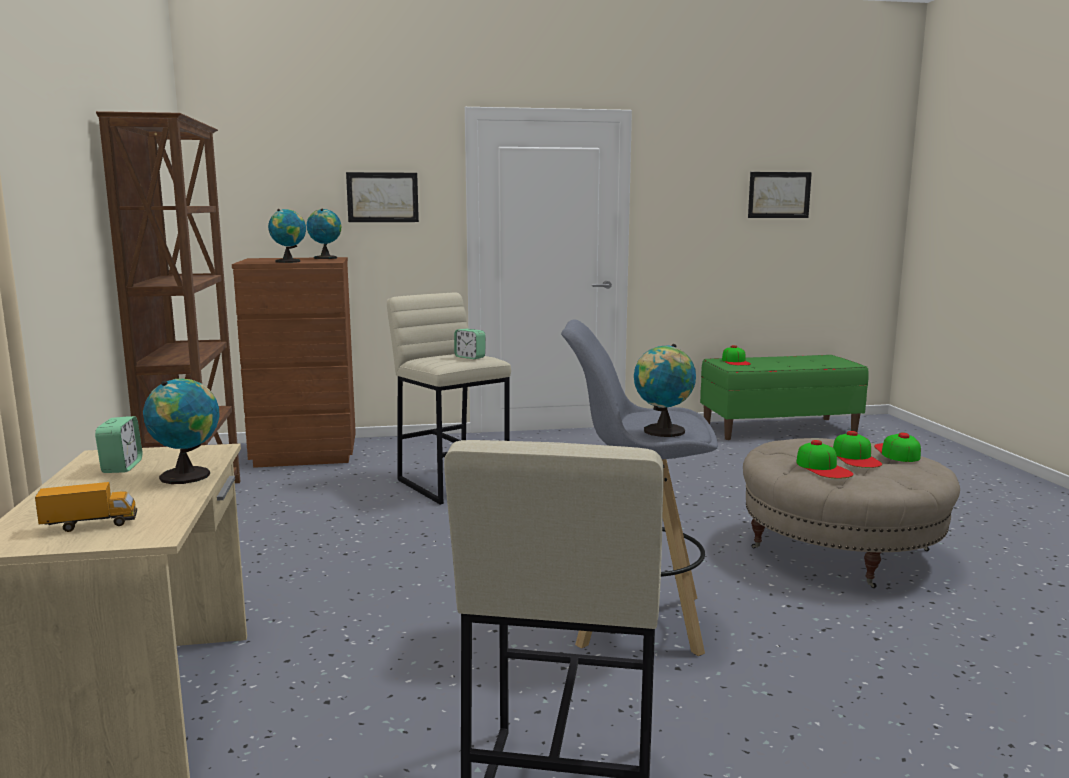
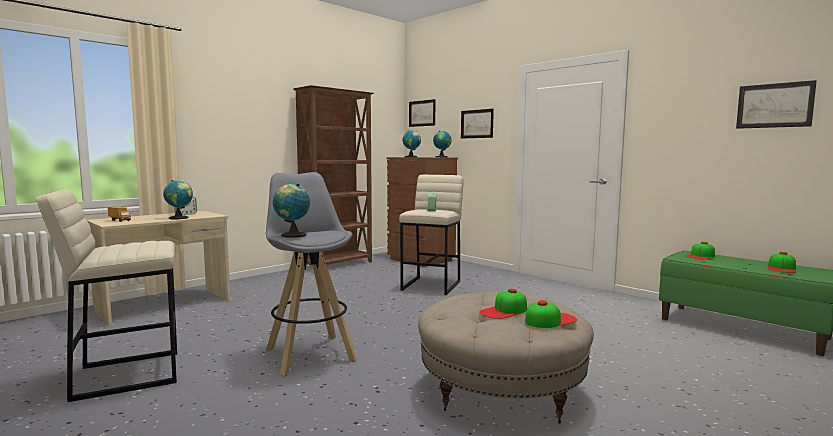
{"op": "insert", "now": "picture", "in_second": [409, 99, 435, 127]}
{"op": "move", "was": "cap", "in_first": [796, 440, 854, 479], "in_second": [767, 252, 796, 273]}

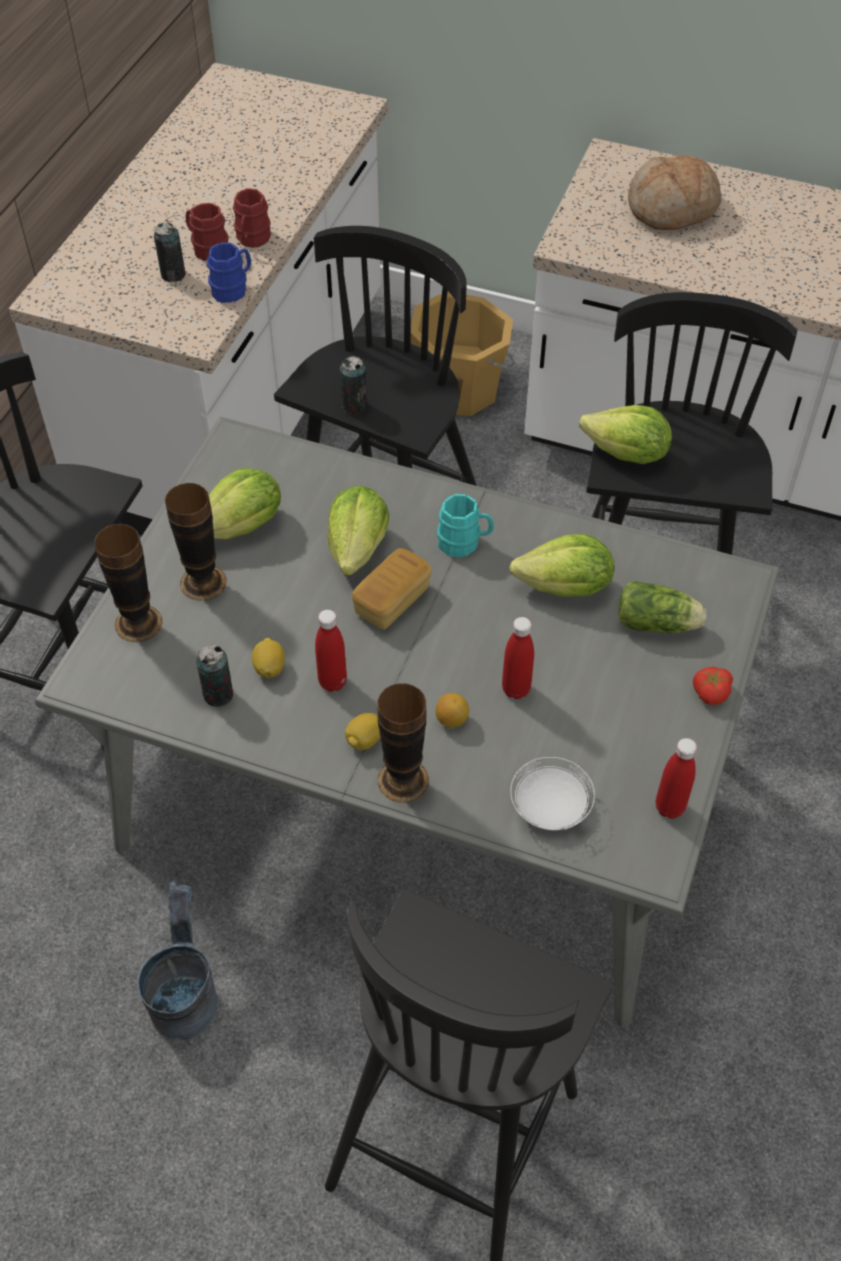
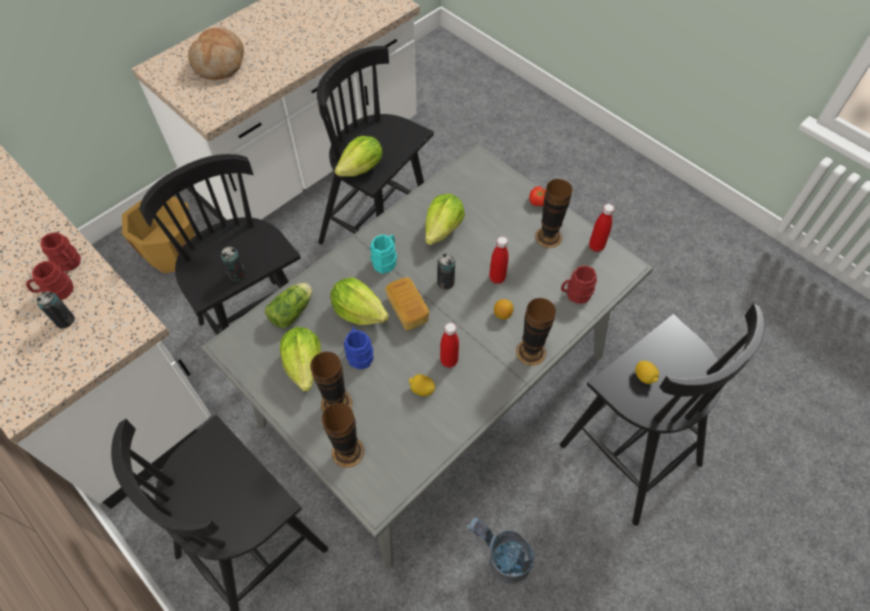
{"op": "insert", "now": "vase", "in_second": [535, 179, 573, 248]}
{"op": "move", "was": "can", "in_first": [196, 645, 233, 707], "in_second": [437, 254, 455, 290]}
{"op": "move", "was": "mug/blue", "in_first": [207, 242, 251, 303], "in_second": [344, 327, 374, 369]}
{"op": "move", "was": "lemon", "in_first": [345, 713, 380, 750], "in_second": [635, 361, 659, 384]}
{"op": "move", "was": "lettuce", "in_first": [619, 581, 707, 633], "in_second": [265, 283, 312, 328]}
{"op": "replace", "was": "plate/white", "now": "mug/red", "in_first": [510, 757, 595, 830], "in_second": [561, 265, 597, 304]}

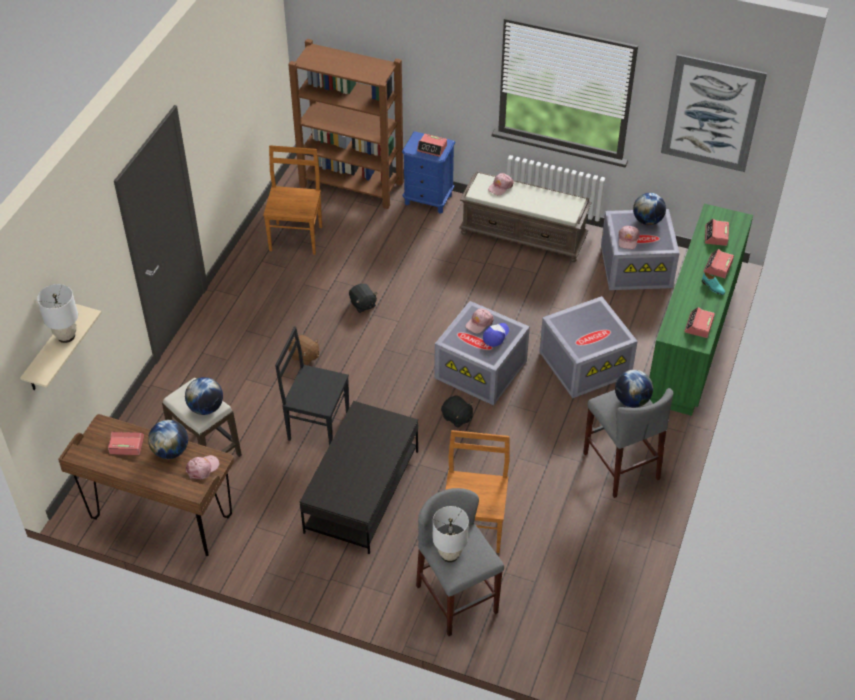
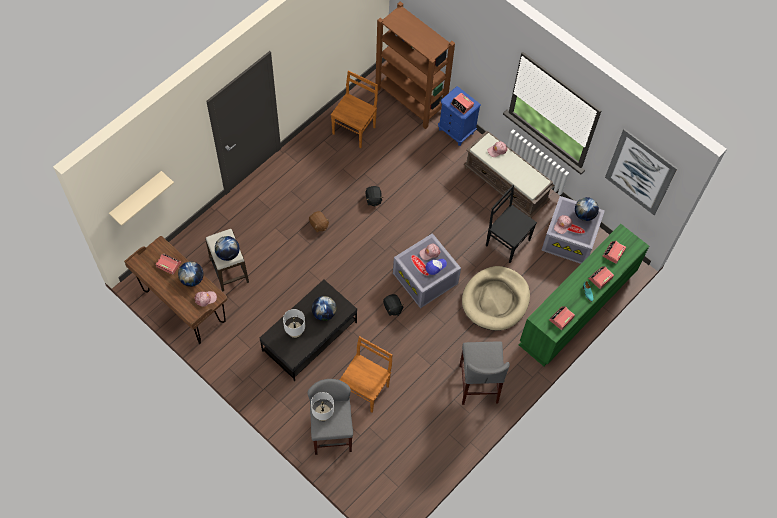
{"op": "move", "was": "table lamp/white", "in_first": [37, 284, 78, 343], "in_second": [283, 309, 305, 338]}
{"op": "move", "was": "chair/black", "in_first": [275, 326, 349, 446], "in_second": [486, 185, 537, 263]}
{"op": "move", "was": "globe", "in_first": [615, 370, 653, 407], "in_second": [312, 296, 337, 321]}
{"op": "replace", "was": "storage box/grey", "now": "dog bed/beige", "in_first": [539, 296, 638, 398], "in_second": [462, 266, 530, 331]}

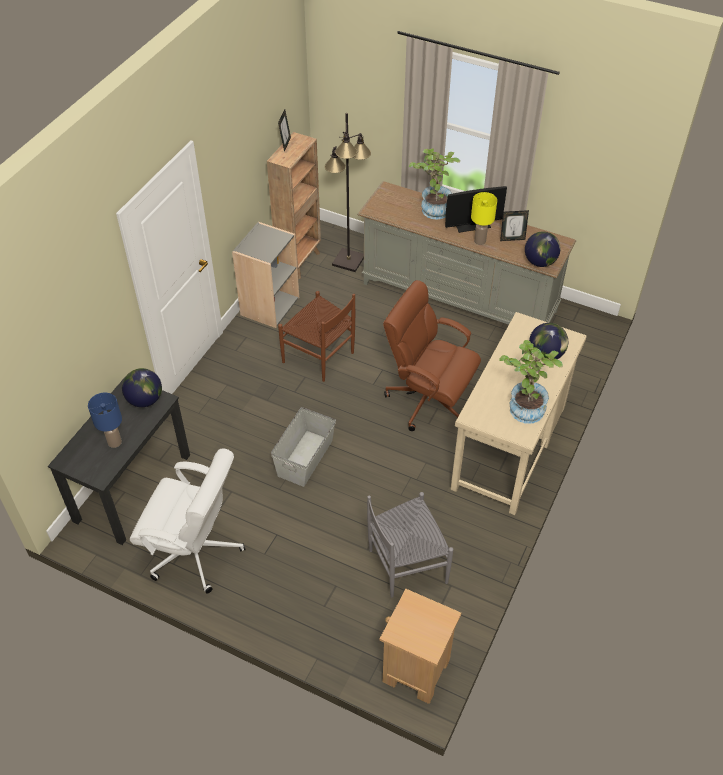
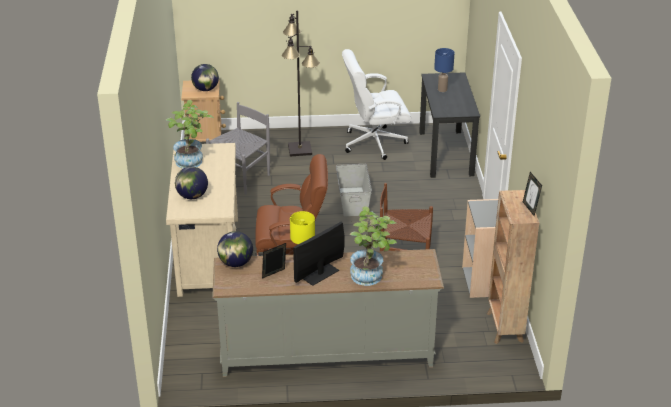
{"op": "move", "was": "globe", "in_first": [122, 368, 162, 407], "in_second": [191, 64, 219, 91]}
{"op": "move", "was": "floor lamp/black", "in_first": [325, 113, 371, 272], "in_second": [282, 10, 320, 156]}

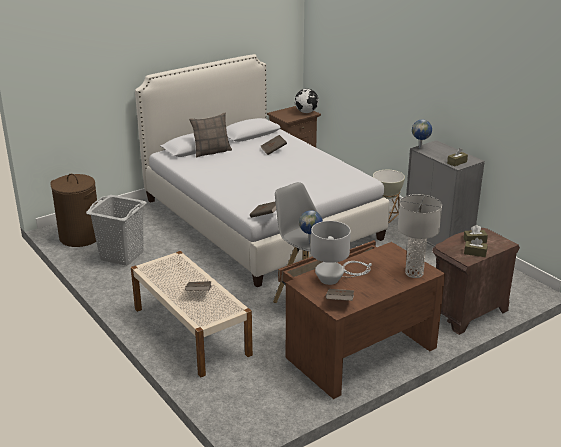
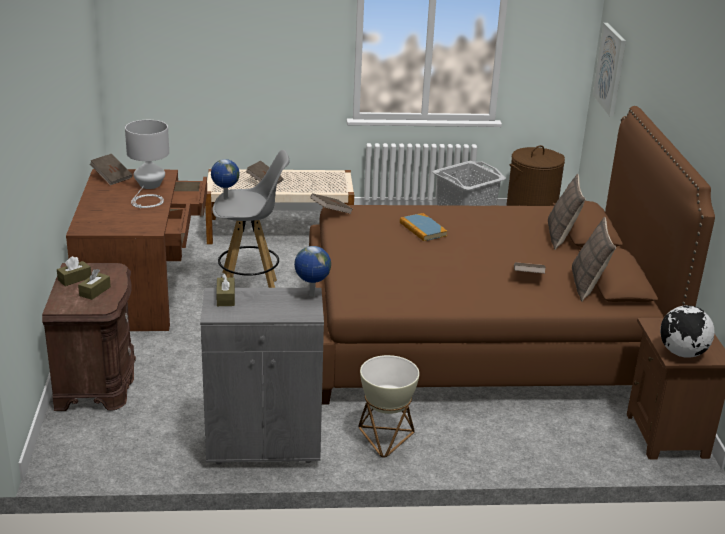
{"op": "delete", "was": "table lamp/white", "in_first": [398, 194, 442, 278]}
{"op": "insert", "now": "book", "in_second": [400, 213, 448, 241]}
{"op": "insert", "now": "pillow", "in_second": [572, 217, 616, 301]}
{"op": "insert", "now": "picture", "in_second": [592, 23, 626, 116]}
{"op": "recolor", "was": "bed/white", "now": "bed/brown", "in_first": [135, 54, 390, 287], "in_second": [309, 106, 715, 405]}

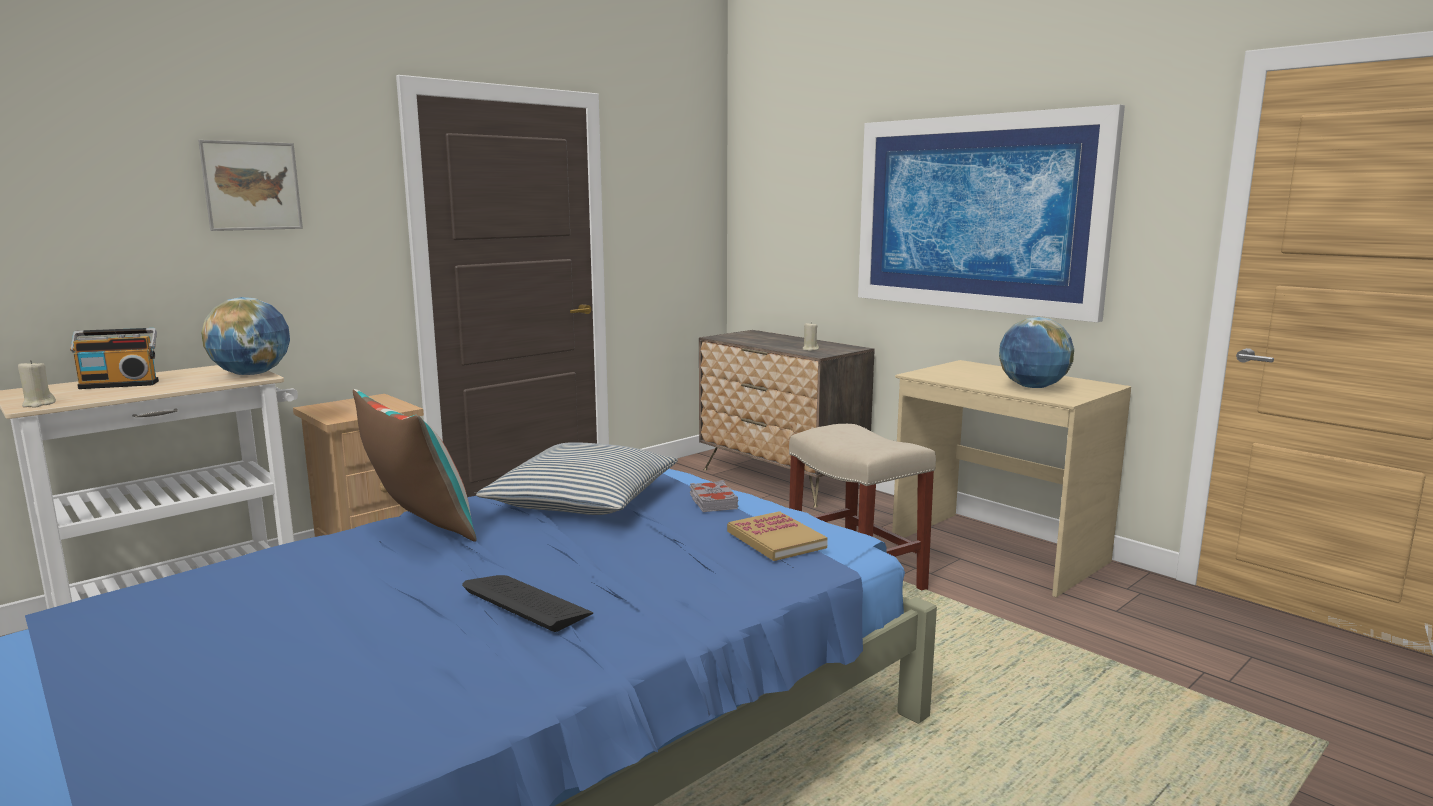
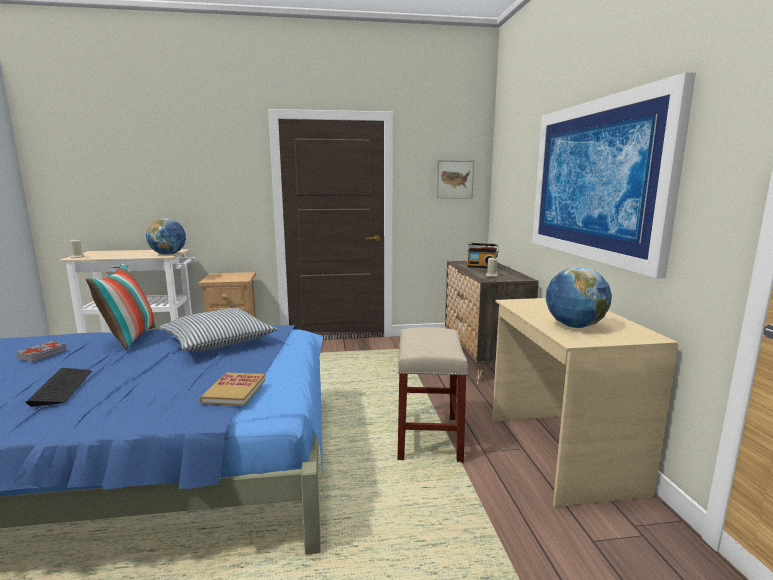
{"op": "move", "was": "radio", "in_first": [70, 328, 159, 389], "in_second": [467, 243, 499, 268]}
{"op": "move", "was": "picture", "in_first": [198, 140, 303, 231], "in_second": [437, 160, 474, 199]}
{"op": "move", "was": "book/grey", "in_first": [690, 480, 738, 512], "in_second": [16, 341, 67, 362]}

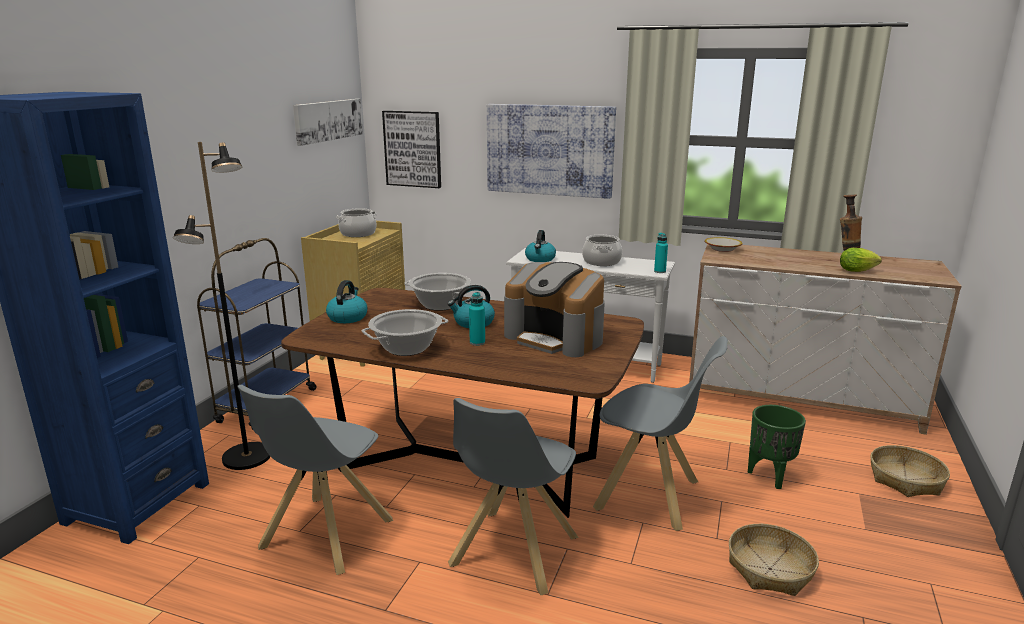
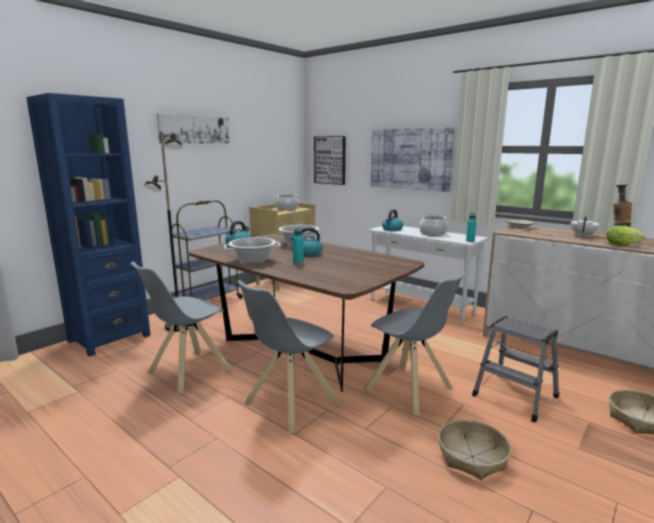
{"op": "delete", "was": "coffee machine", "in_first": [504, 262, 605, 357]}
{"op": "insert", "now": "teapot/white", "in_second": [571, 216, 600, 237]}
{"op": "move", "was": "picture", "in_first": [293, 99, 363, 146], "in_second": [156, 114, 230, 144]}
{"op": "replace", "was": "planter/green", "now": "step ladder/grey", "in_first": [748, 405, 806, 489], "in_second": [472, 316, 559, 423]}

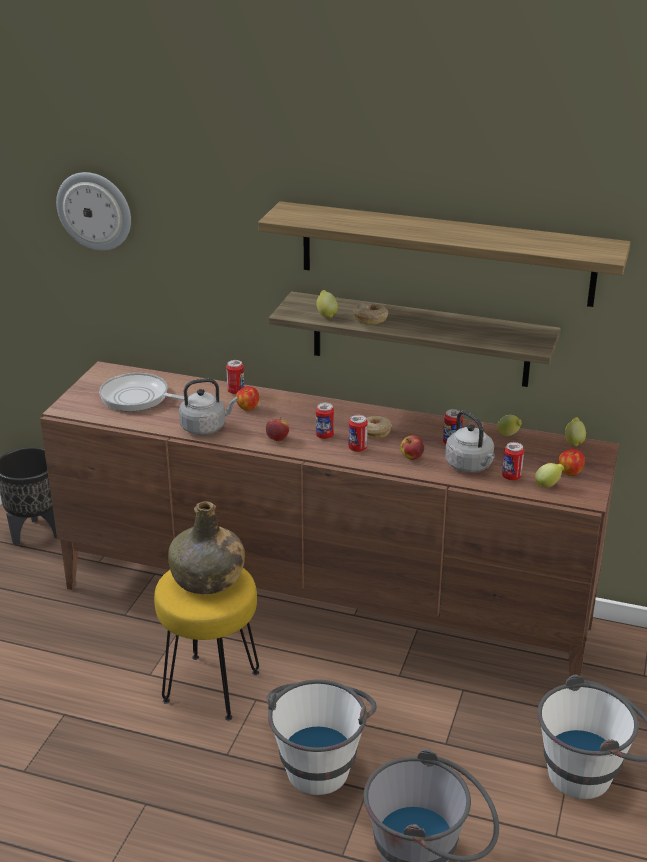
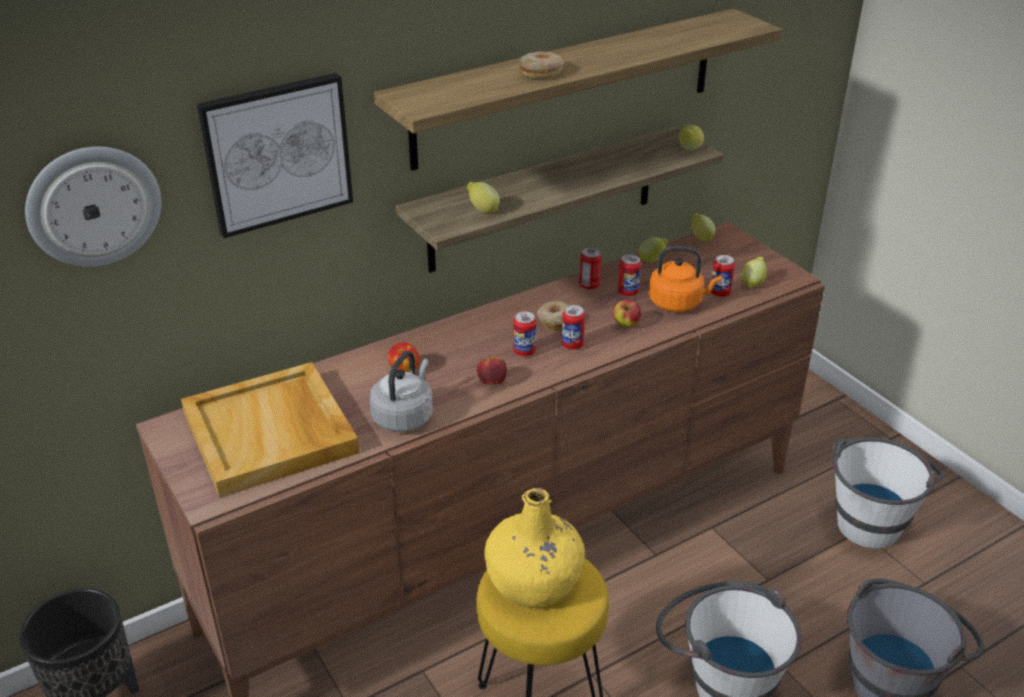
{"op": "delete", "was": "apple", "in_first": [558, 449, 585, 476]}
{"op": "insert", "now": "picture", "in_second": [196, 73, 353, 238]}
{"op": "insert", "now": "lemon", "in_second": [679, 125, 704, 150]}
{"op": "move", "was": "can", "in_first": [226, 360, 244, 394], "in_second": [579, 248, 602, 290]}
{"op": "move", "was": "donut", "in_first": [353, 303, 388, 324], "in_second": [519, 51, 564, 79]}
{"op": "replace", "was": "frying pan", "now": "tray/beige", "in_first": [99, 373, 184, 412], "in_second": [181, 362, 359, 498]}
{"op": "recolor", "was": "bottle/green", "now": "bottle/yellow", "in_first": [168, 501, 245, 594], "in_second": [484, 488, 585, 608]}
{"op": "recolor", "was": "kettle/grey", "now": "kettle/orange", "in_first": [445, 410, 495, 473], "in_second": [649, 246, 722, 312]}

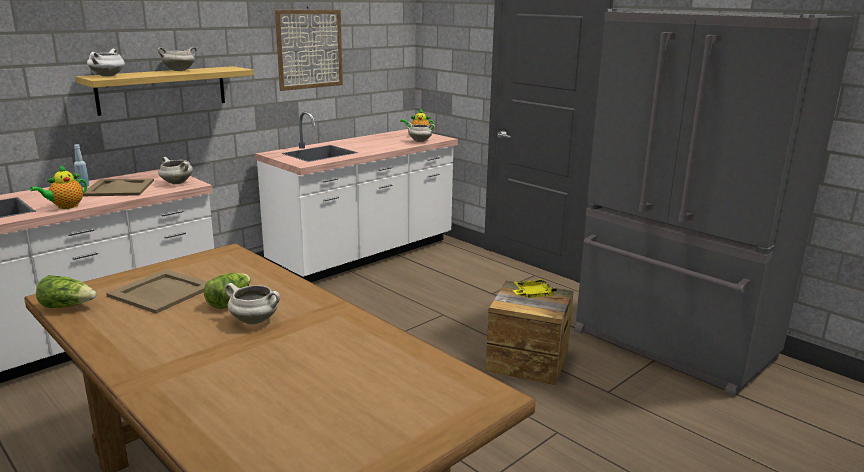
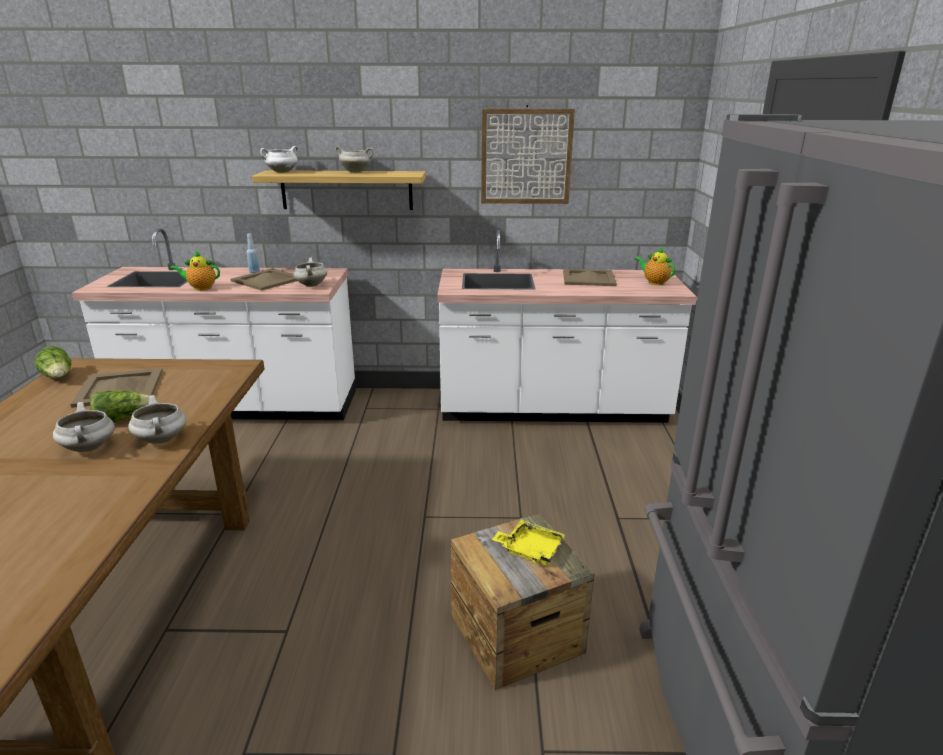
{"op": "insert", "now": "tray/beige", "in_second": [563, 269, 617, 286]}
{"op": "move", "was": "cooking pot/white", "in_first": [406, 122, 435, 142], "in_second": [128, 395, 186, 444]}

